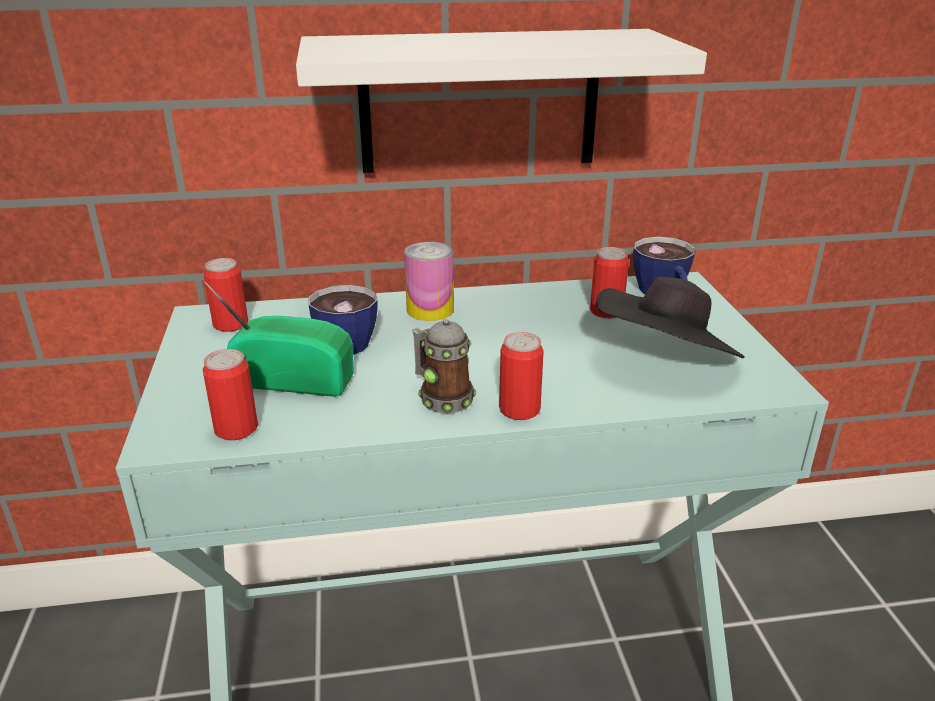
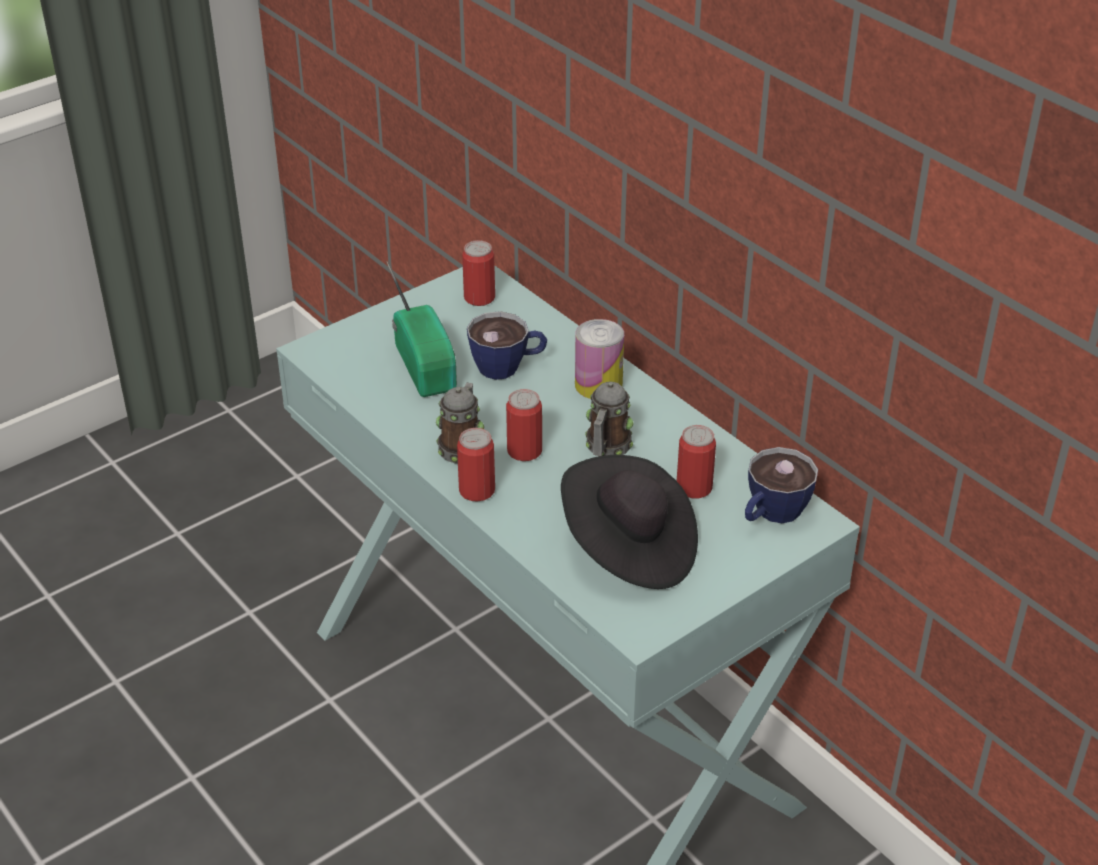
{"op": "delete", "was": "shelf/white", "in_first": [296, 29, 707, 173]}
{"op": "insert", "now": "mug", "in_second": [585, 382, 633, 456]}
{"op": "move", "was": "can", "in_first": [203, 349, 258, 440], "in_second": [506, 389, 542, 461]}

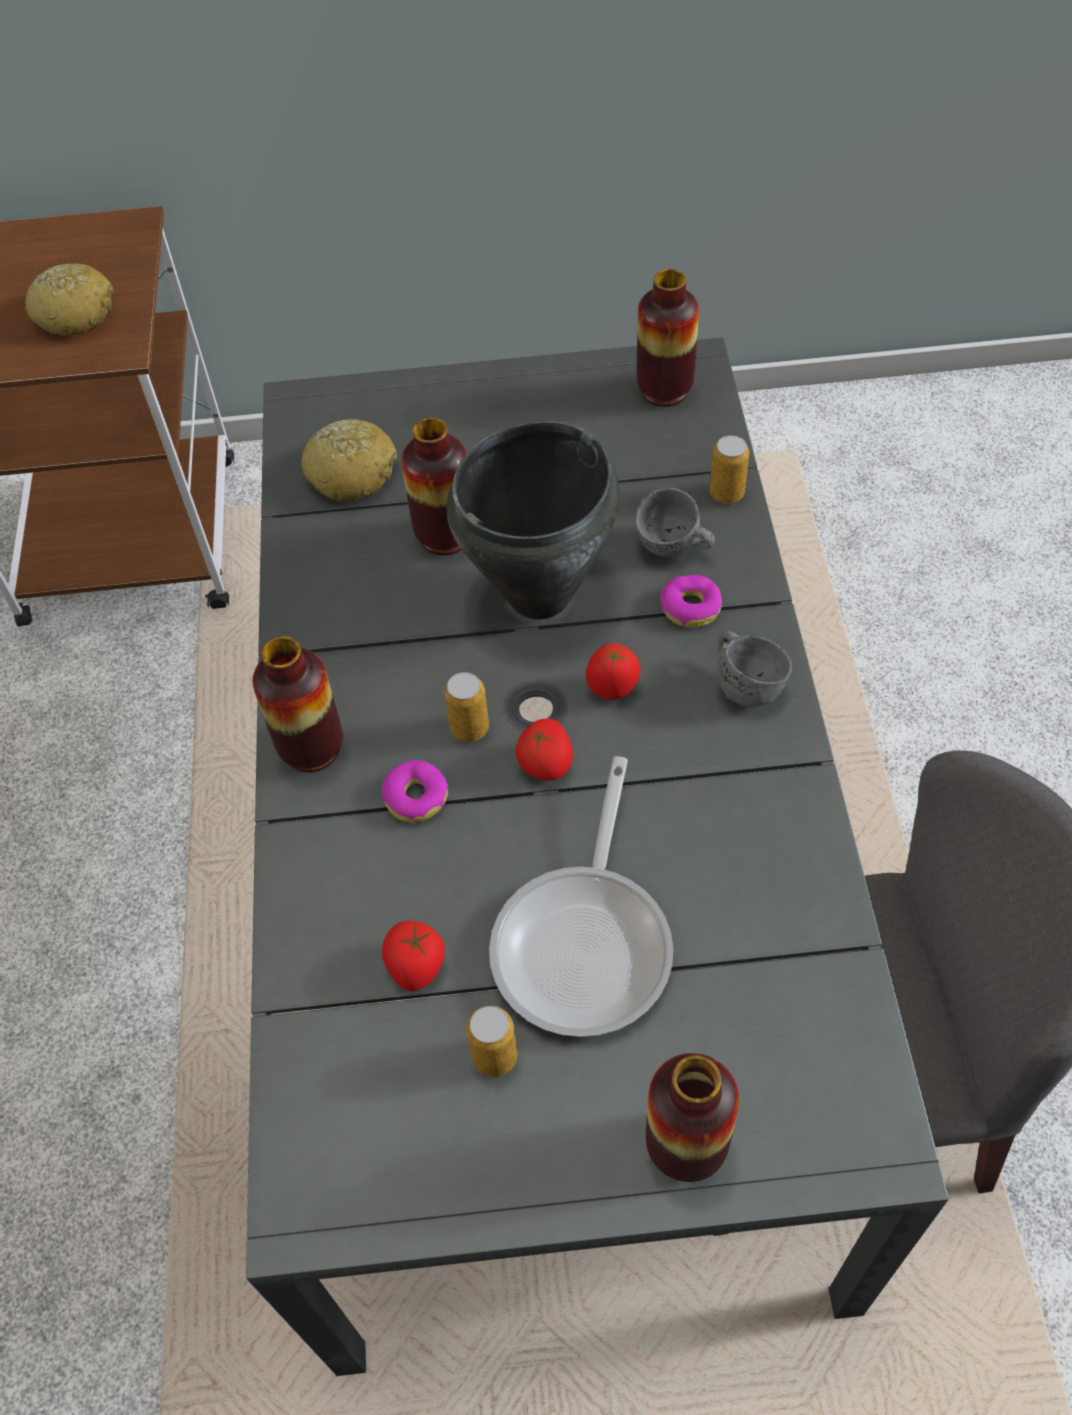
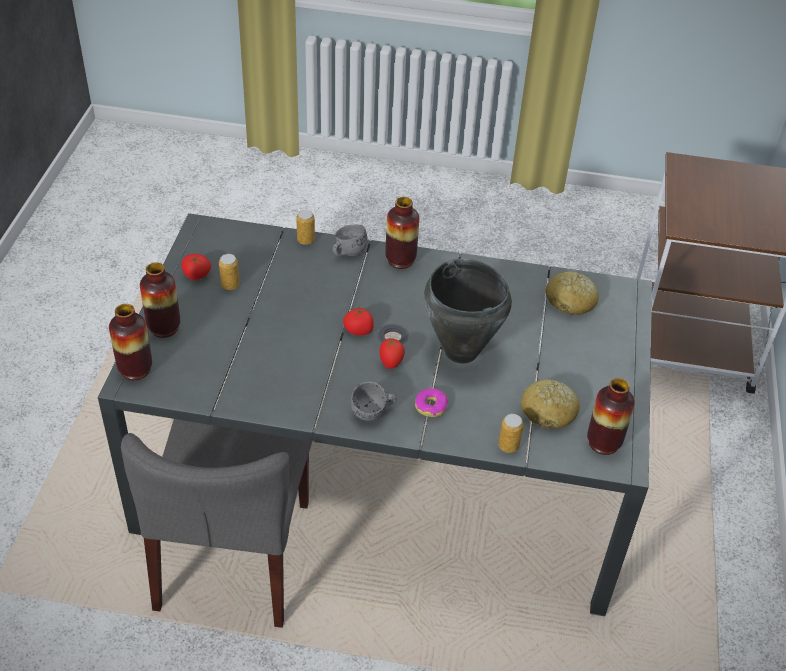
{"op": "delete", "was": "donut", "in_first": [382, 760, 448, 823]}
{"op": "delete", "was": "frying pan", "in_first": [489, 756, 673, 1037]}
{"op": "move", "was": "bread", "in_first": [25, 264, 114, 336], "in_second": [521, 379, 580, 429]}
{"op": "move", "was": "tomato", "in_first": [382, 921, 445, 992], "in_second": [181, 254, 211, 280]}
{"op": "move", "was": "vase", "in_first": [401, 418, 467, 555], "in_second": [109, 304, 152, 380]}
{"op": "move", "was": "can", "in_first": [444, 672, 489, 742], "in_second": [296, 210, 315, 245]}
{"op": "move", "was": "mug/grey", "in_first": [635, 488, 715, 557], "in_second": [333, 224, 368, 256]}

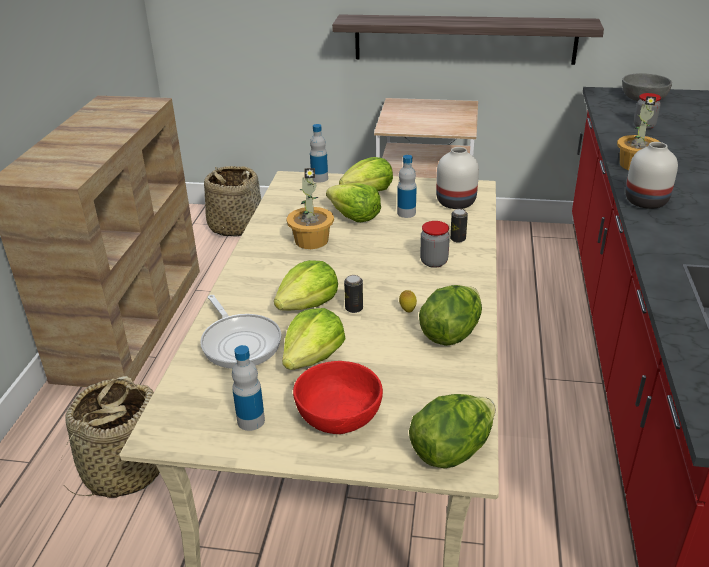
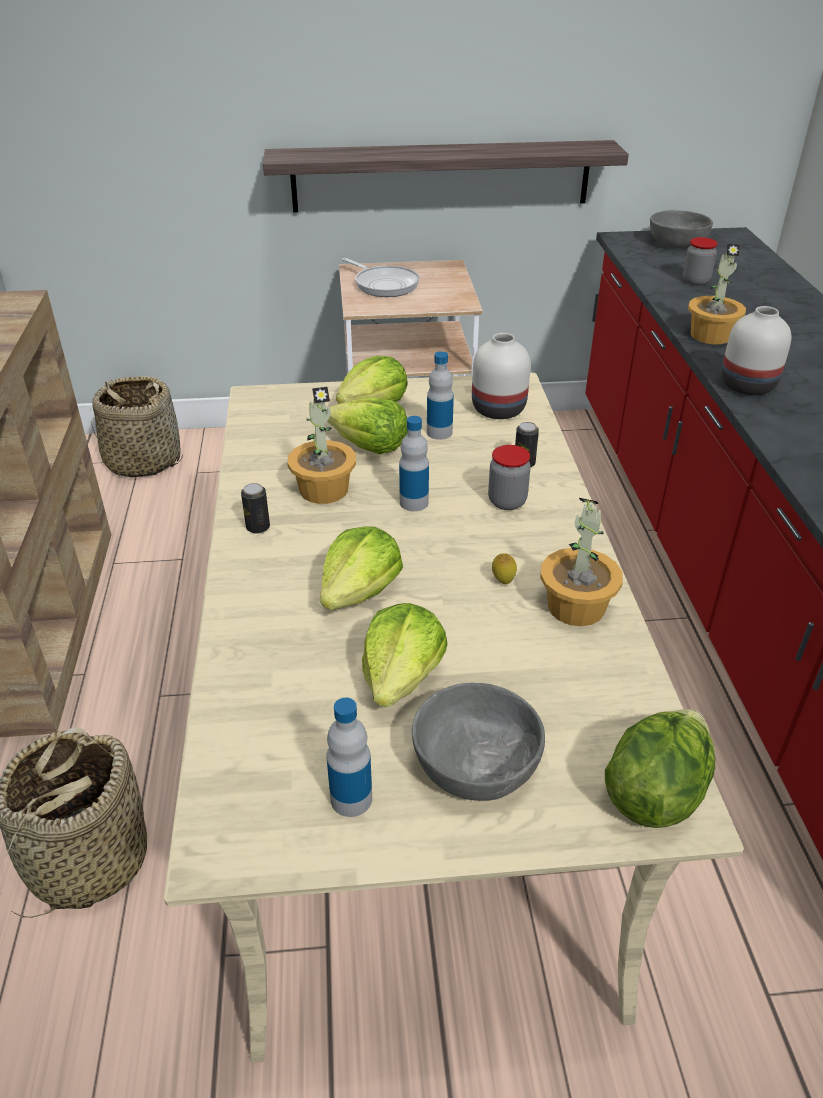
{"op": "move", "was": "frying pan", "in_first": [200, 295, 281, 369], "in_second": [342, 258, 419, 297]}
{"op": "move", "was": "bottle", "in_first": [310, 124, 328, 183], "in_second": [399, 416, 429, 511]}
{"op": "move", "was": "can", "in_first": [344, 275, 363, 313], "in_second": [241, 483, 270, 534]}
{"op": "replace", "was": "lettuce", "now": "potted plant", "in_first": [419, 285, 482, 346], "in_second": [540, 498, 623, 626]}
{"op": "recolor", "was": "bowl/red", "now": "bowl/grey", "in_first": [293, 361, 383, 434], "in_second": [412, 683, 545, 801]}

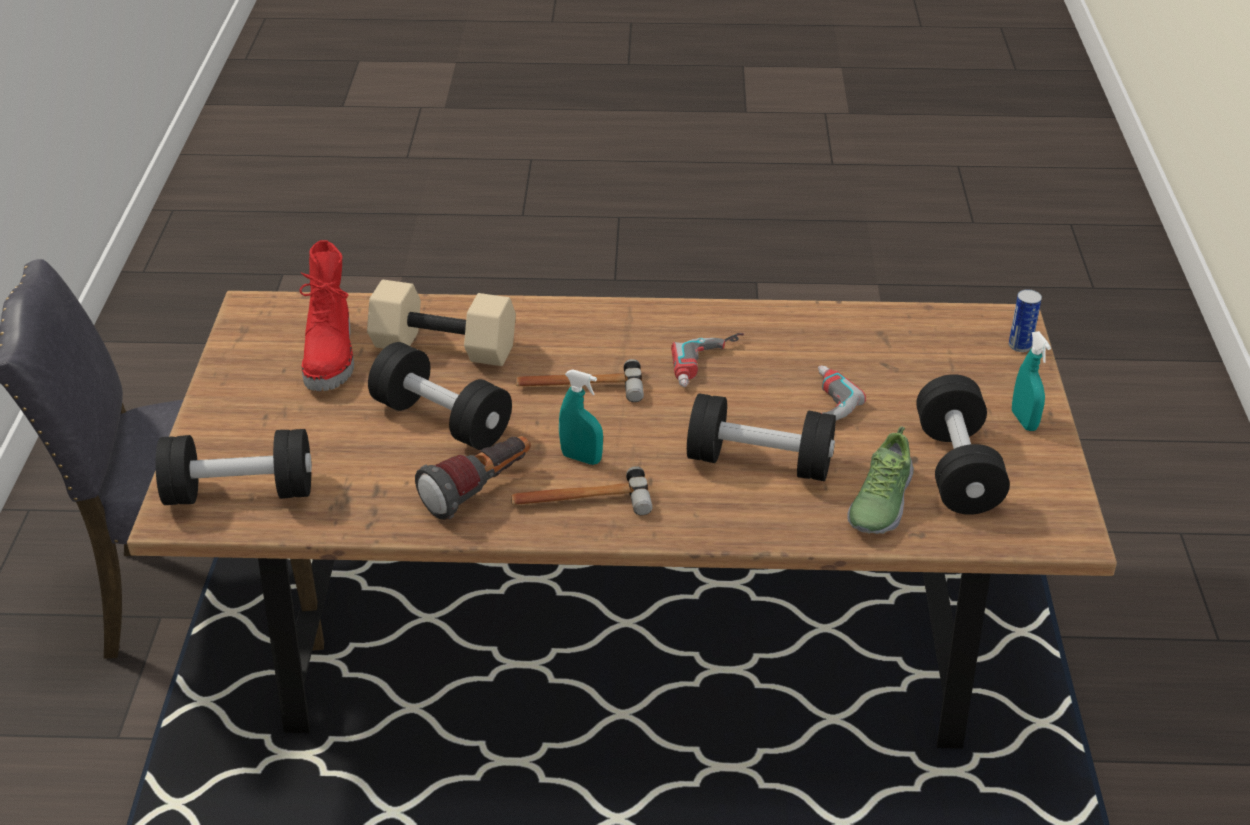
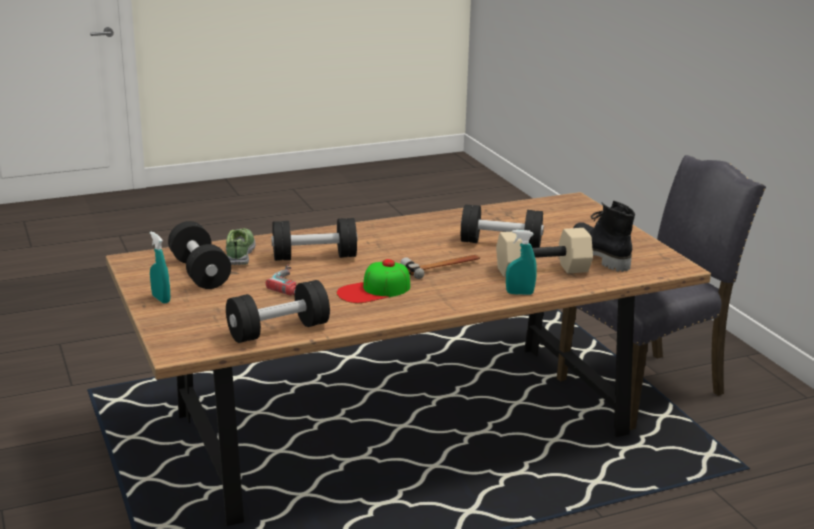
{"op": "delete", "was": "flashlight", "in_first": [415, 436, 531, 520]}
{"op": "delete", "was": "hammer", "in_first": [511, 466, 653, 515]}
{"op": "delete", "was": "can", "in_first": [1009, 289, 1042, 352]}
{"op": "move", "was": "dumbbell/black", "in_first": [156, 429, 312, 505], "in_second": [226, 280, 330, 343]}
{"op": "move", "was": "spray bottle/turquoise", "in_first": [559, 370, 603, 465], "in_second": [506, 230, 537, 295]}
{"op": "replace", "was": "power drill", "now": "cap", "in_first": [671, 333, 744, 387], "in_second": [337, 259, 410, 303]}
{"op": "recolor", "was": "boot/red", "now": "boot/black", "in_first": [300, 240, 354, 391], "in_second": [573, 201, 635, 272]}

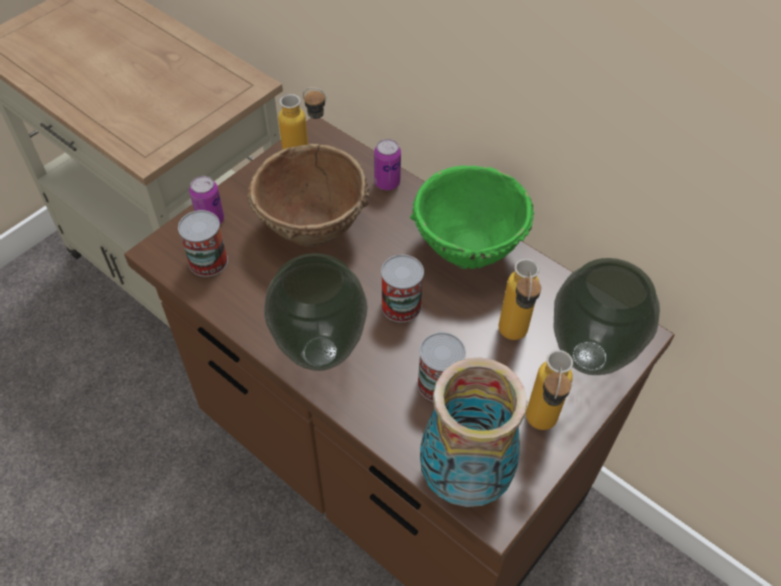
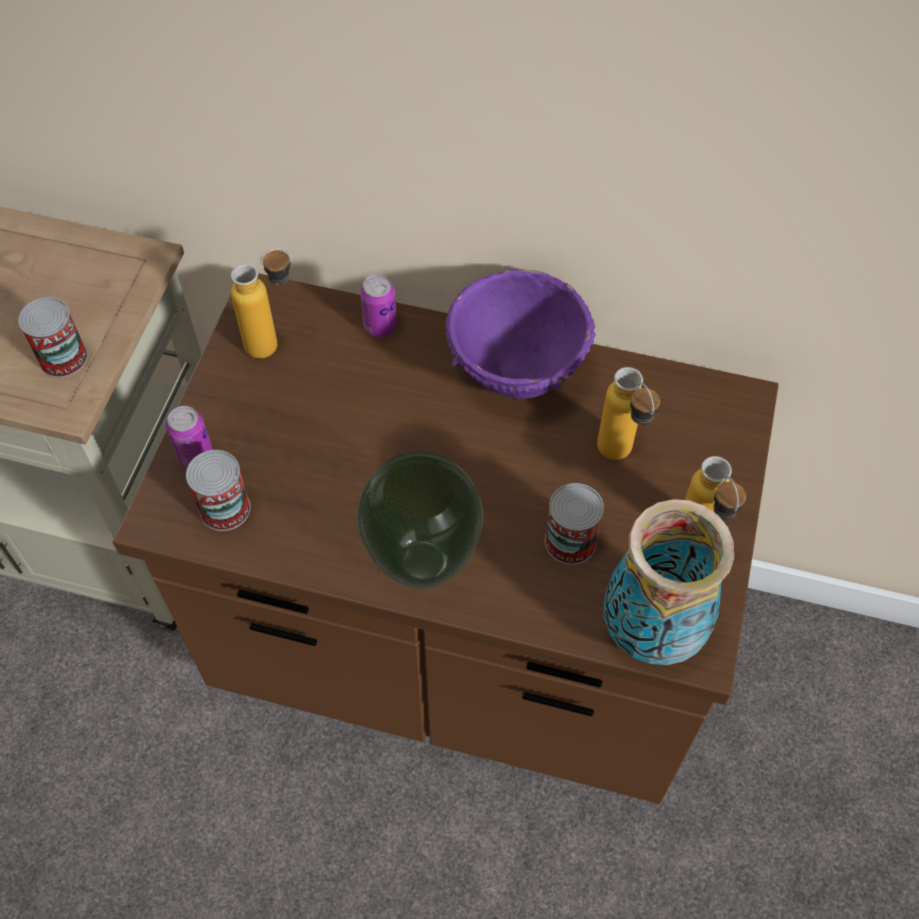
{"op": "delete", "was": "bowl/brown", "in_first": [247, 144, 369, 247]}
{"op": "delete", "was": "vase", "in_first": [554, 258, 660, 375]}
{"op": "move", "was": "can", "in_first": [381, 255, 424, 323], "in_second": [18, 297, 88, 378]}
{"op": "recolor", "was": "bowl/green", "now": "bowl/purple", "in_first": [410, 165, 534, 269], "in_second": [445, 269, 596, 399]}

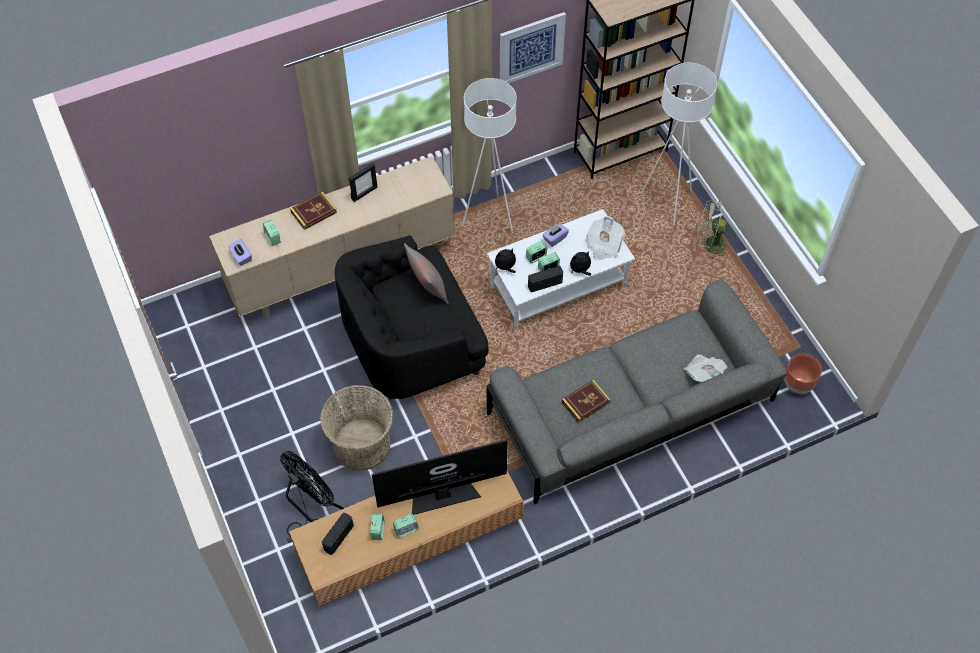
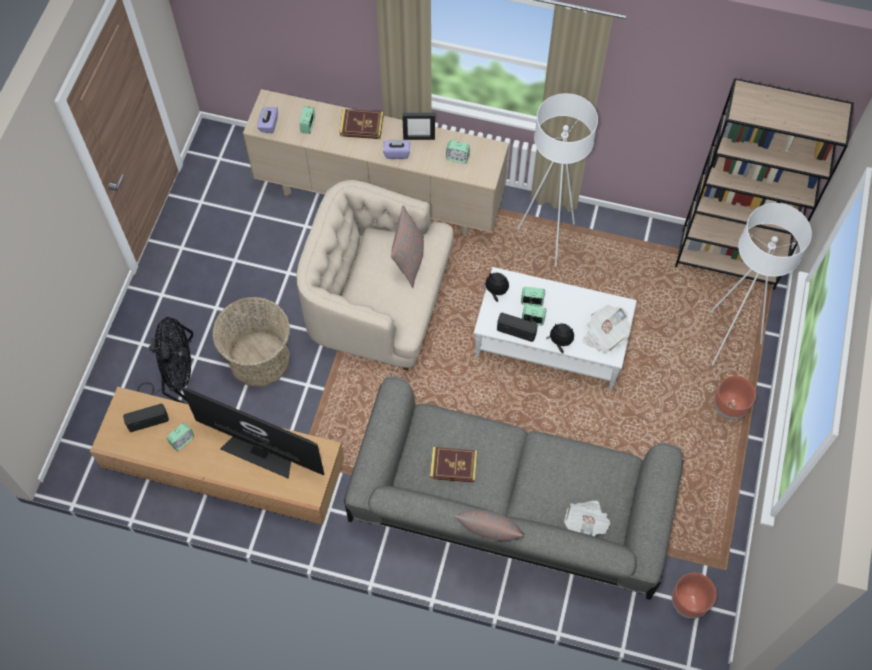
{"op": "delete", "was": "picture", "in_first": [500, 12, 566, 83]}
{"op": "insert", "now": "pillow/grey", "in_second": [454, 509, 525, 541]}
{"op": "move", "was": "alarm clock", "in_first": [393, 514, 418, 538], "in_second": [446, 140, 470, 164]}
{"op": "move", "was": "tissue box/purple", "in_first": [543, 223, 569, 247], "in_second": [383, 139, 410, 159]}
{"op": "replace", "was": "fan/green", "now": "planter/brown", "in_first": [697, 200, 729, 259], "in_second": [714, 376, 756, 420]}
{"op": "recolor", "was": "armchair/black", "now": "armchair/beige", "in_first": [334, 235, 488, 400], "in_second": [296, 180, 454, 371]}

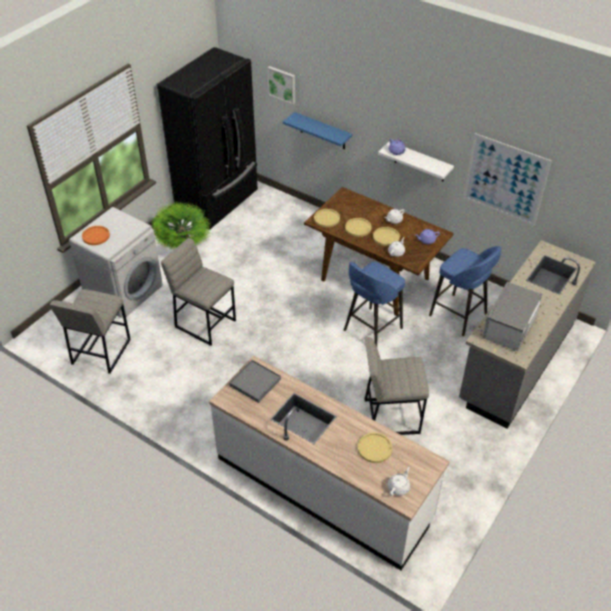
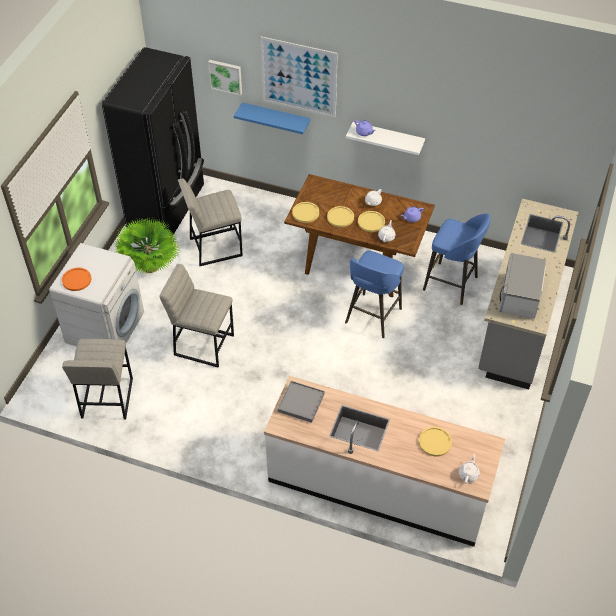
{"op": "move", "was": "chair/grey", "in_first": [365, 337, 429, 435], "in_second": [178, 178, 243, 266]}
{"op": "move", "was": "picture", "in_first": [463, 133, 552, 226], "in_second": [261, 36, 338, 118]}

